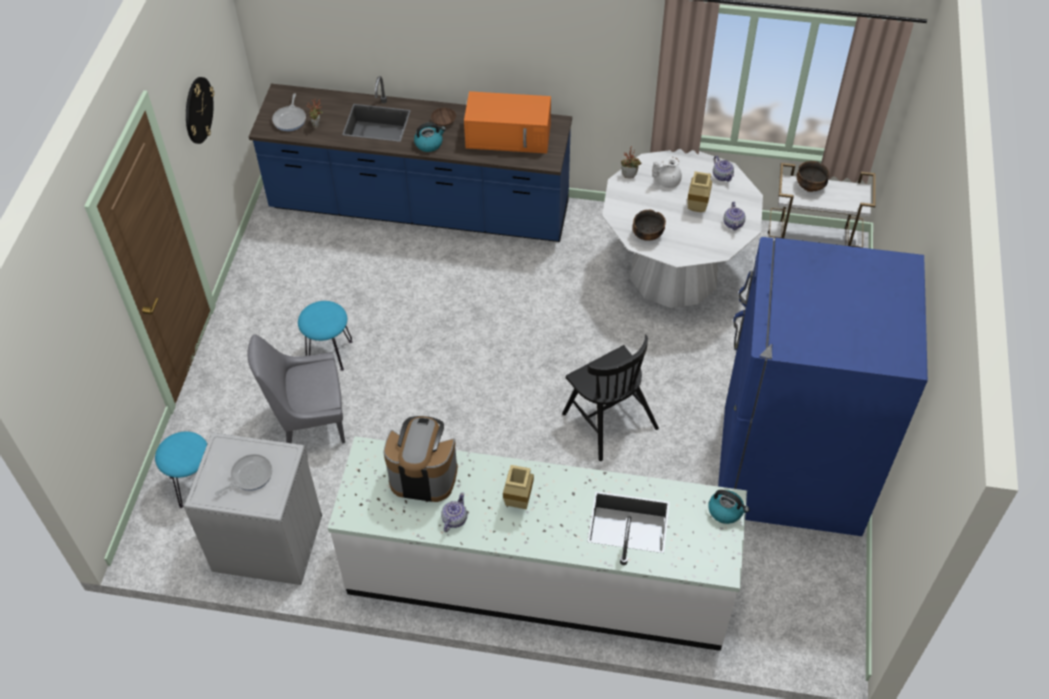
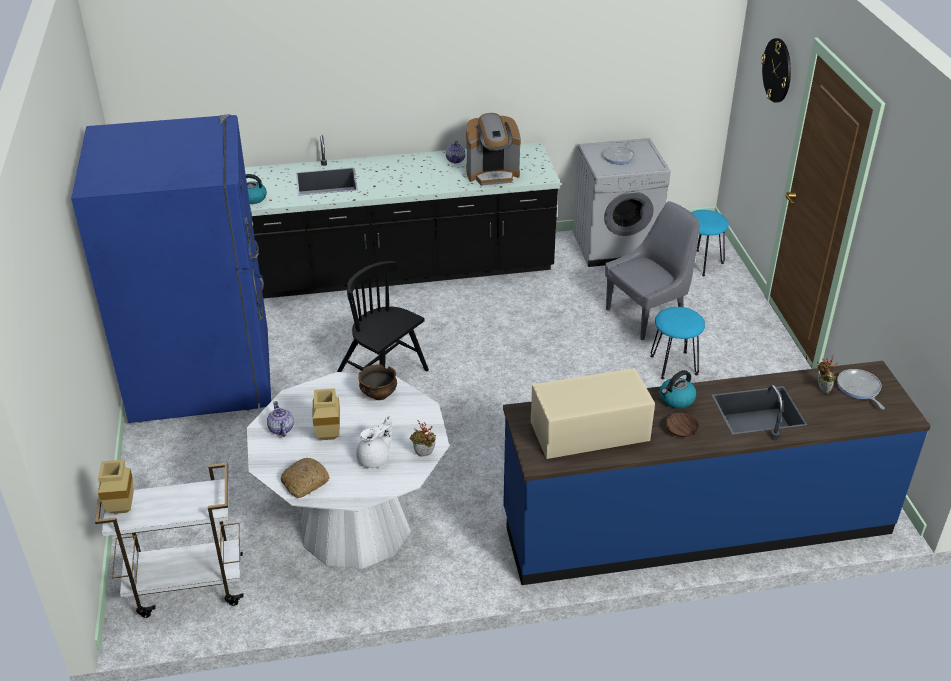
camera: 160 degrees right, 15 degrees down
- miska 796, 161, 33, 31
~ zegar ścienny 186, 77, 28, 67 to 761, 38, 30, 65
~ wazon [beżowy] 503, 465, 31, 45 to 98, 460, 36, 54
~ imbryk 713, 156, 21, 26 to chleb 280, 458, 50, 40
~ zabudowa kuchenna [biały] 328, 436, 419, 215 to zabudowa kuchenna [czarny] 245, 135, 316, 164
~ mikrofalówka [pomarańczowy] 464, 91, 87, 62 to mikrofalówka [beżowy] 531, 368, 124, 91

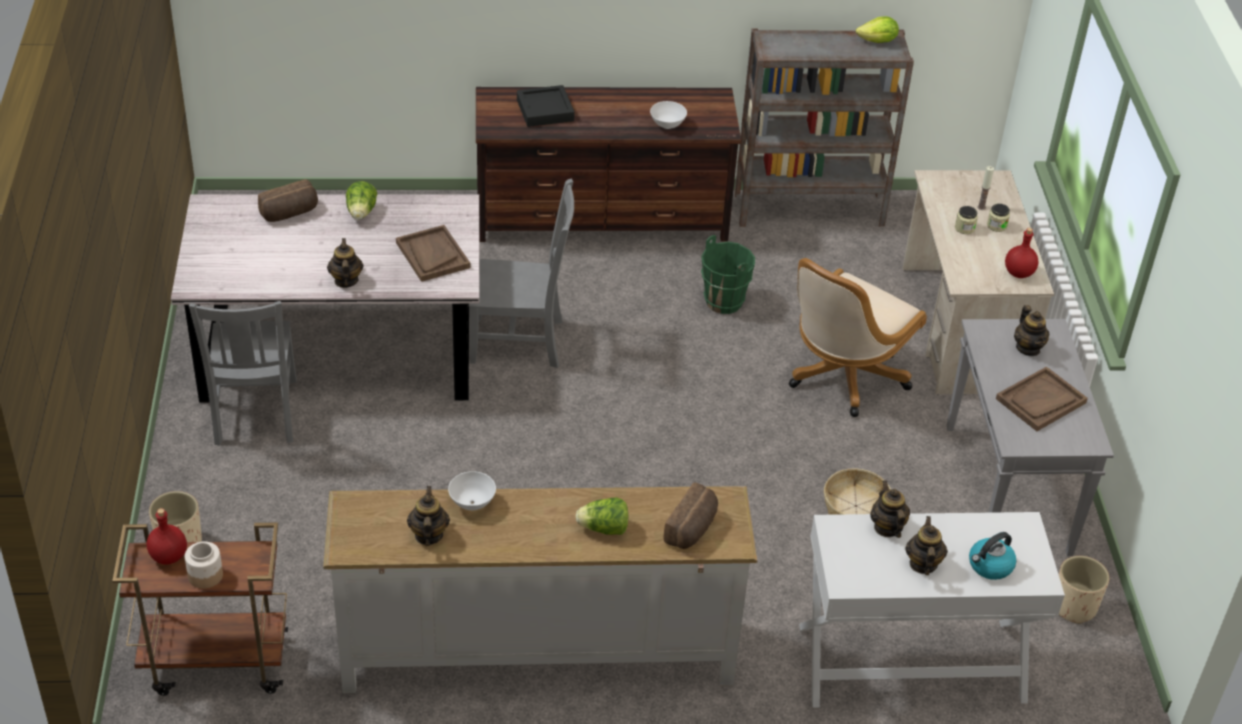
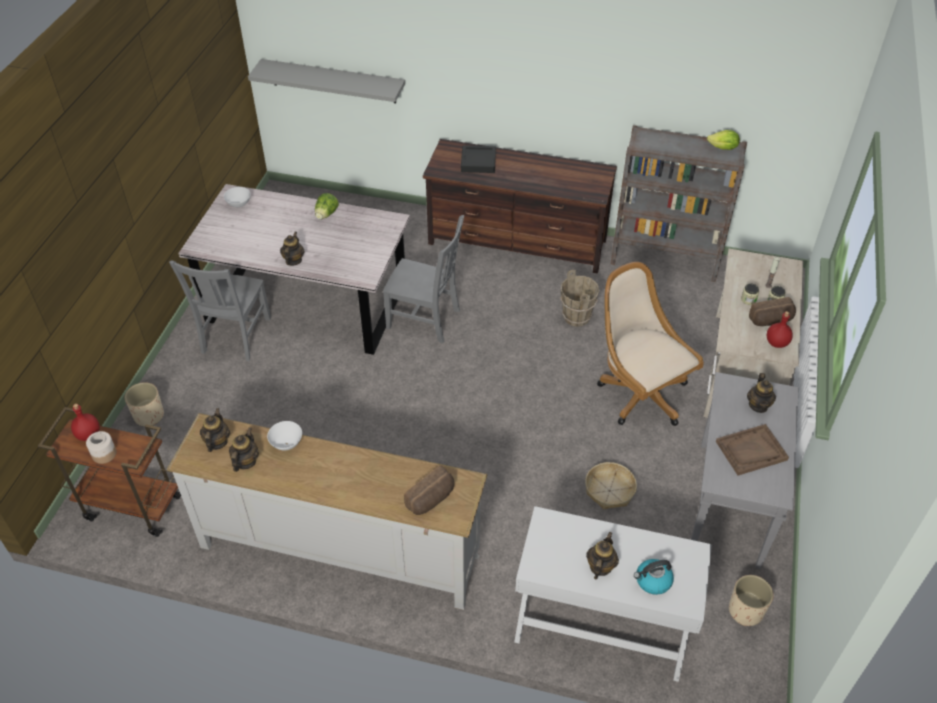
camera: 20 degrees right, 5 degrees up
- taca [brązowy] 396, 225, 74, 57
- sałata 575, 498, 54, 37
+ półka [szary] 248, 59, 157, 44
~ chleb 258, 179, 60, 43 to 749, 297, 47, 29
~ miska [biały] 650, 101, 37, 28 to 224, 187, 27, 20
~ imbryk 870, 480, 40, 58 to 200, 408, 30, 44
~ wiadro [zielony] 701, 235, 54, 79 to wiadro [brązowy] 560, 270, 40, 57
~ krzesło biurowe 789, 258, 138, 159 = 597, 262, 107, 164 90 degrees clockwise

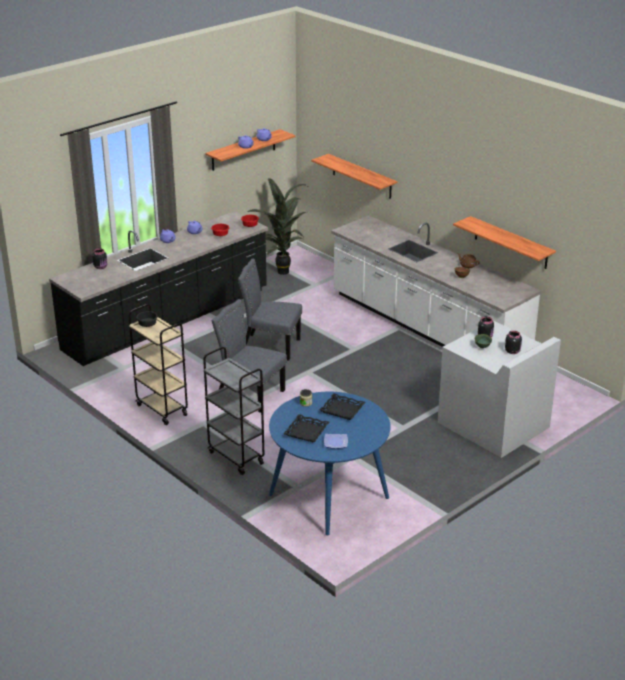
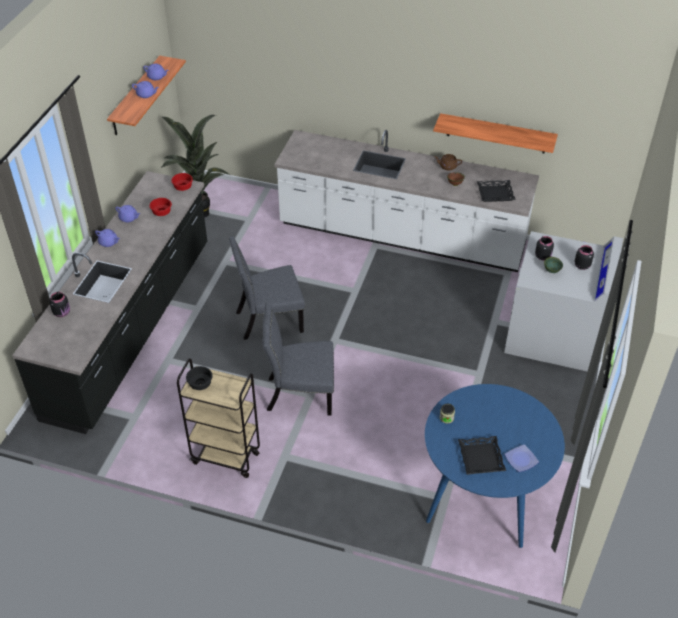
camera: 30 degrees left, 15 degrees up
- wózek [szary] 203, 347, 61, 128
- półka 311, 154, 86, 45
~ taca [czarny] 319, 393, 47, 27 to 477, 180, 39, 22

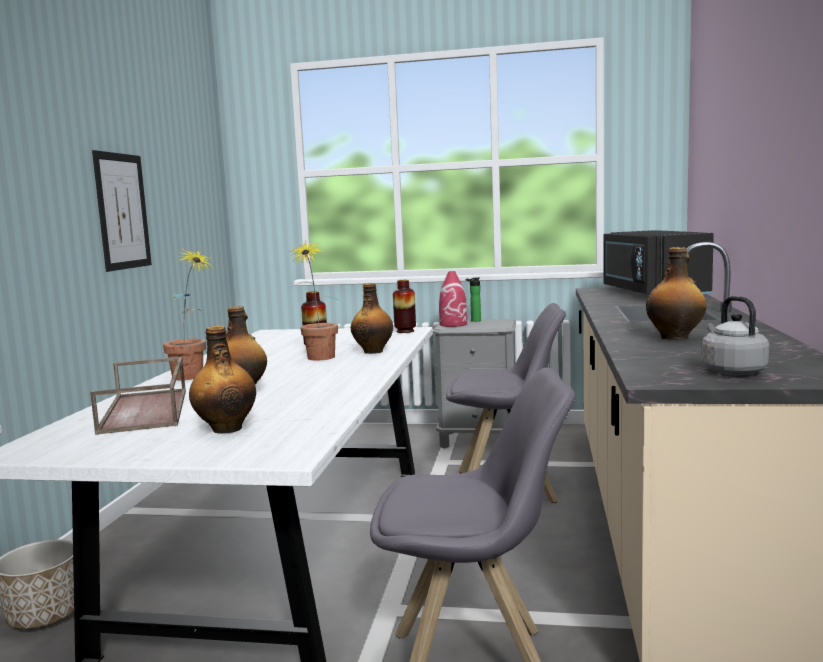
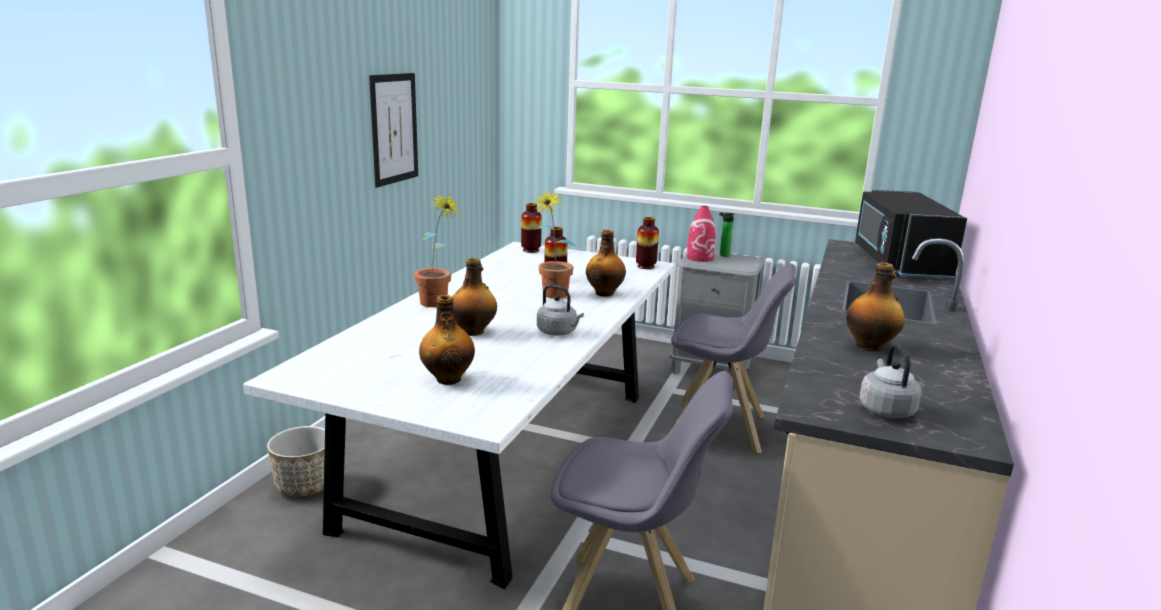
camera: 10 degrees right, 10 degrees up
- taca [brązowy] 90, 357, 96, 78
+ wazon 521, 203, 21, 50
+ czajnik [szary] 537, 284, 47, 52

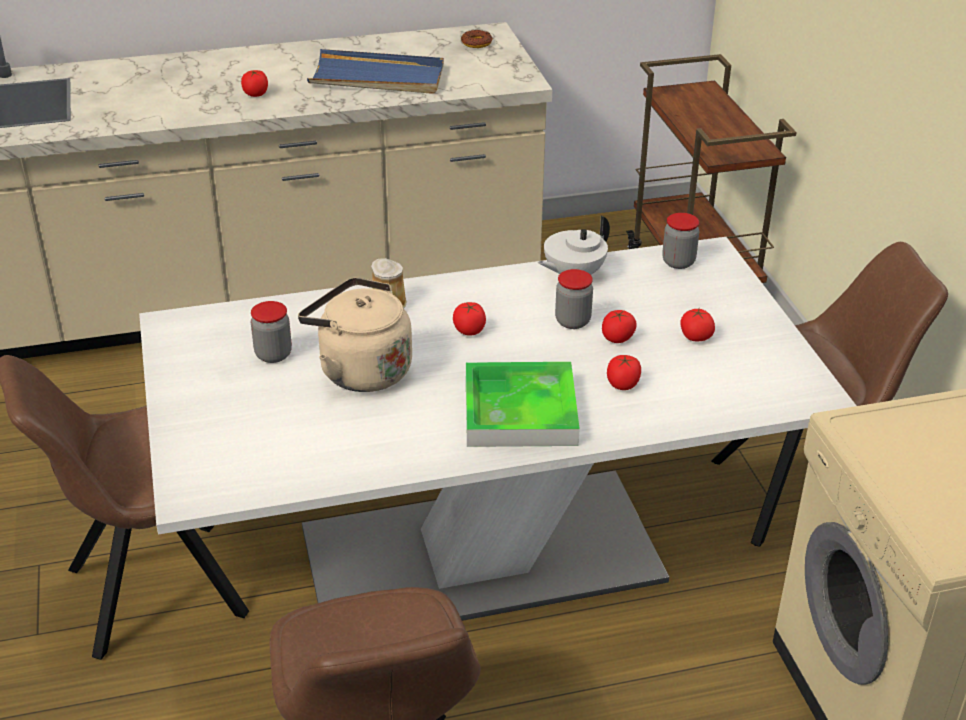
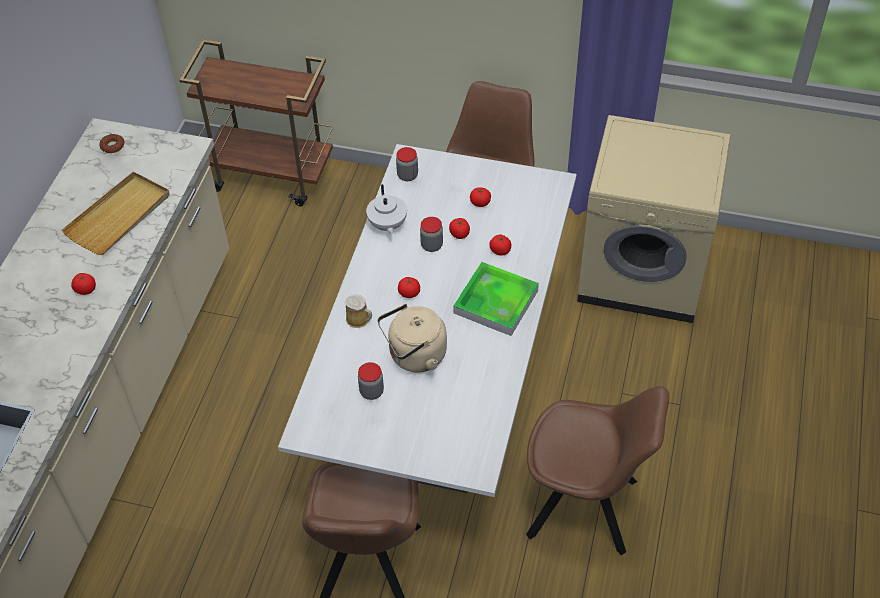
camera: 60 degrees left, 15 degrees up
~ taca [niebieski] 307, 49, 137, 45 to taca [beżowy] 62, 172, 108, 83

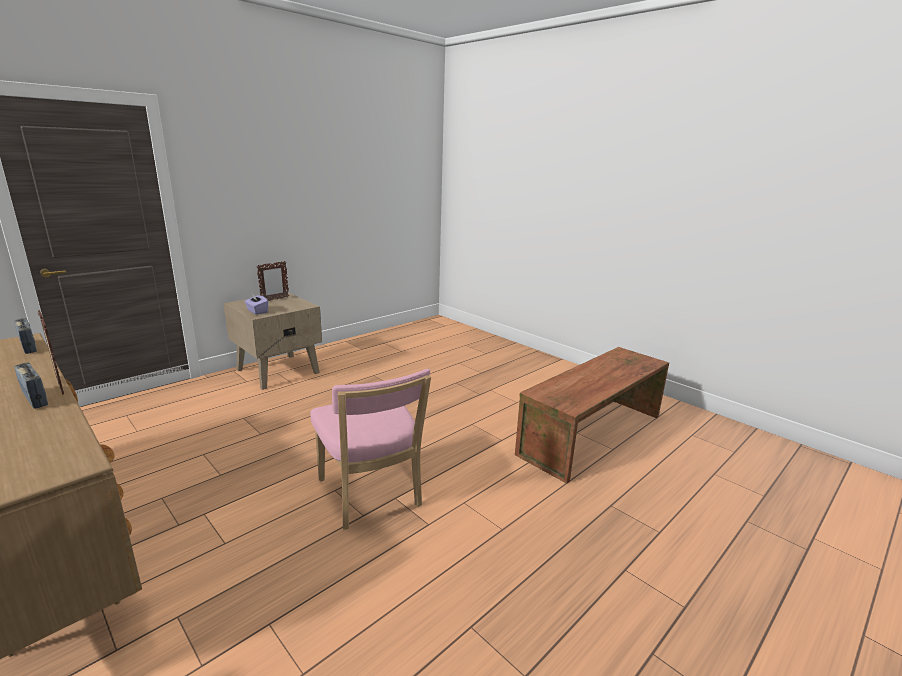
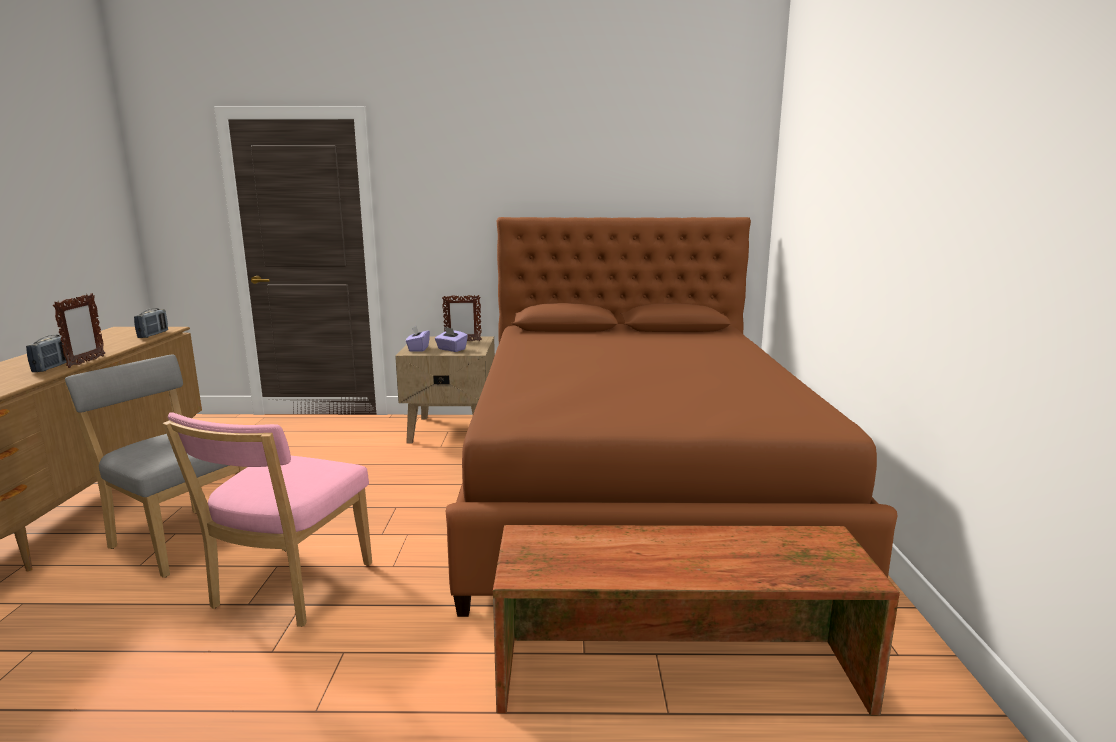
camera: 45 degrees right, 5 degrees down
+ krzesło [szary] 65, 355, 182, 223
+ pudełko chusteczek [fioletowy] 435, 327, 33, 25
+ łóżko [brązowy] 446, 217, 451, 400

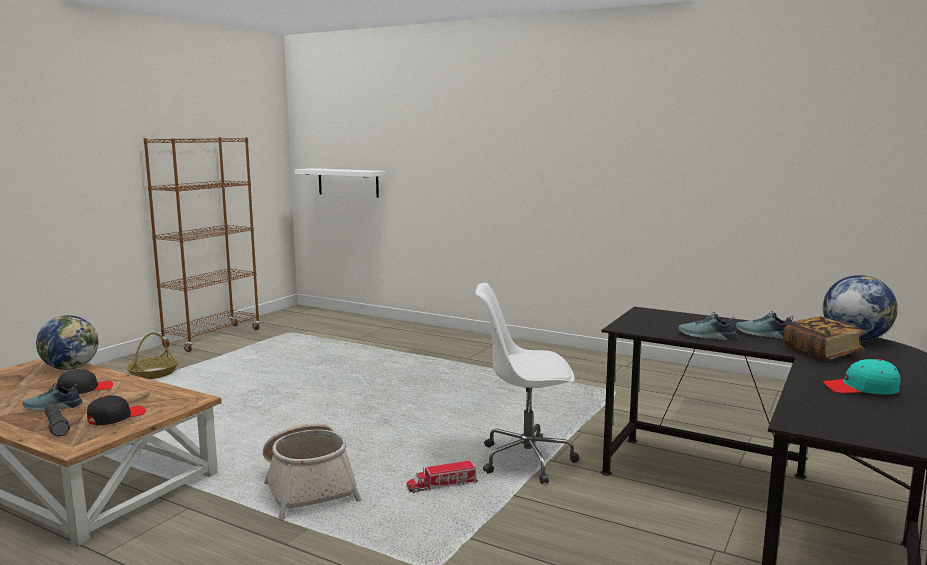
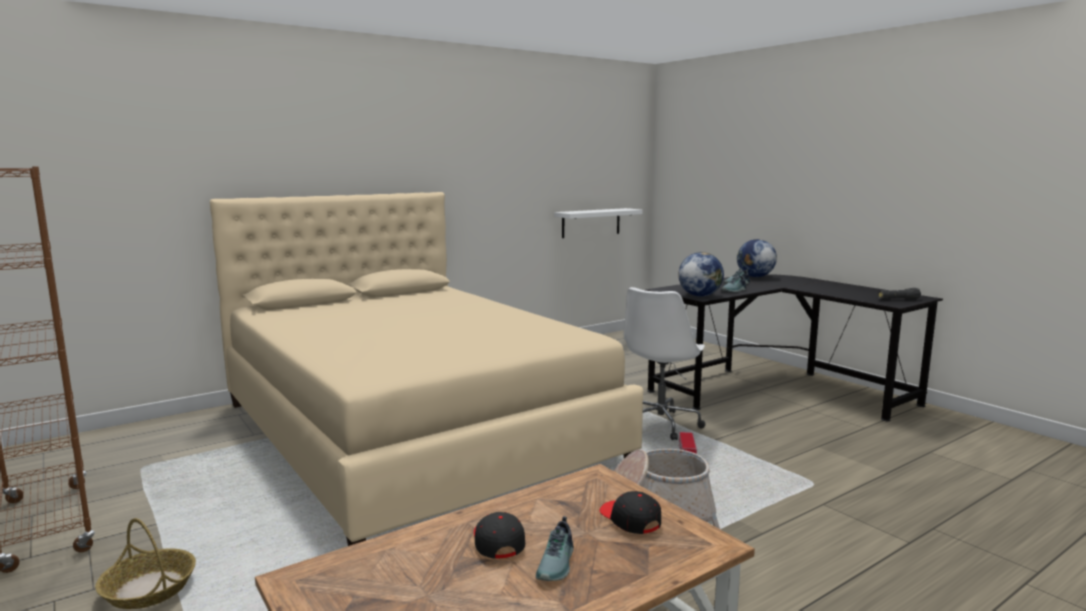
camera: 65 degrees left, 0 degrees up
- książka 783, 317, 81, 43
- czapka z daszkiem [turkusowy] 823, 359, 78, 35
+ łóżko [beżowy] 210, 192, 433, 354
~ globus 36, 315, 62, 55 to 678, 252, 46, 44
~ latarka [czarny] 44, 403, 26, 34 to 878, 288, 43, 11
~ półka [biały] 294, 168, 92, 30 to 554, 208, 89, 30

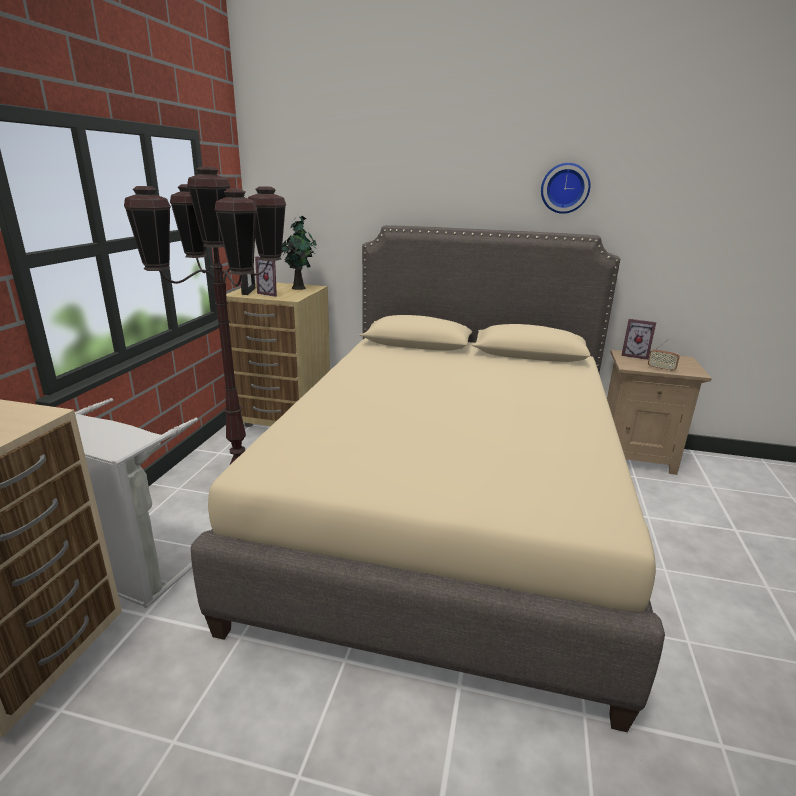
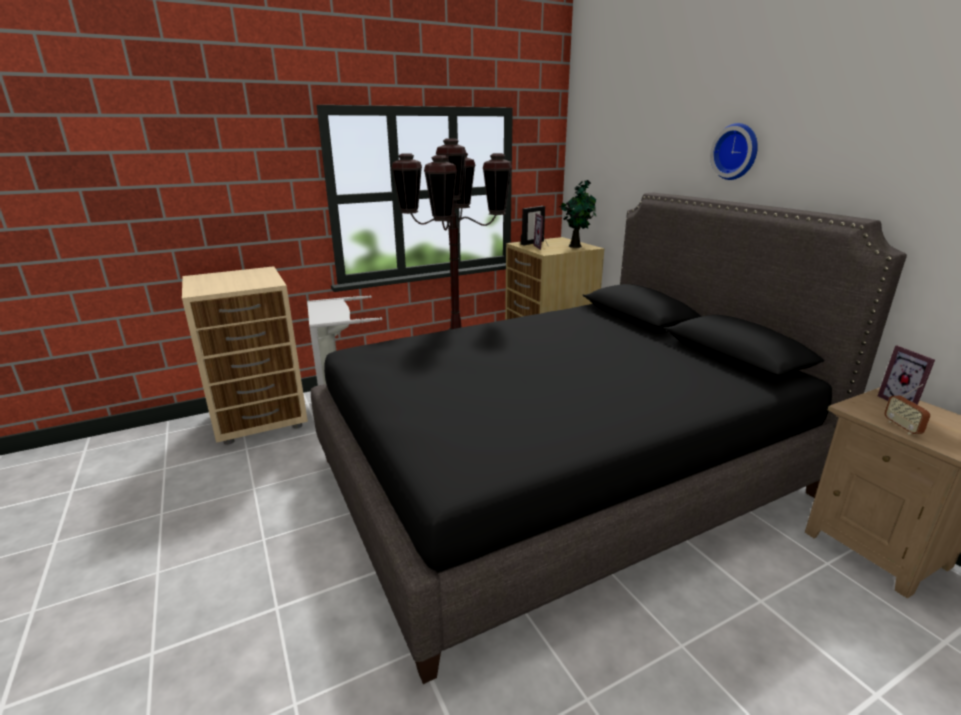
camera: 50 degrees right, 0 degrees up
~ zegar ścienny 541, 163, 49, 51 to 710, 123, 48, 57
~ łóżko [beżowy] 191, 225, 474, 507 to łóżko [czarny] 311, 193, 596, 491

